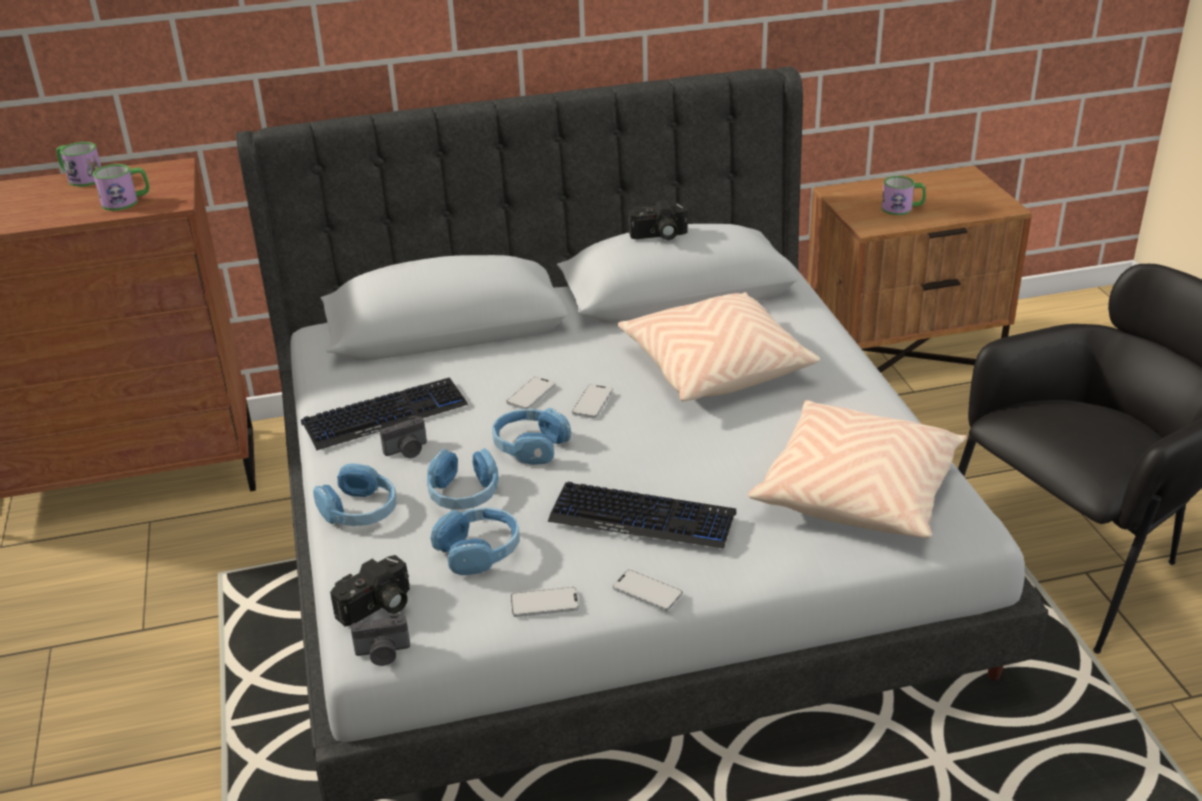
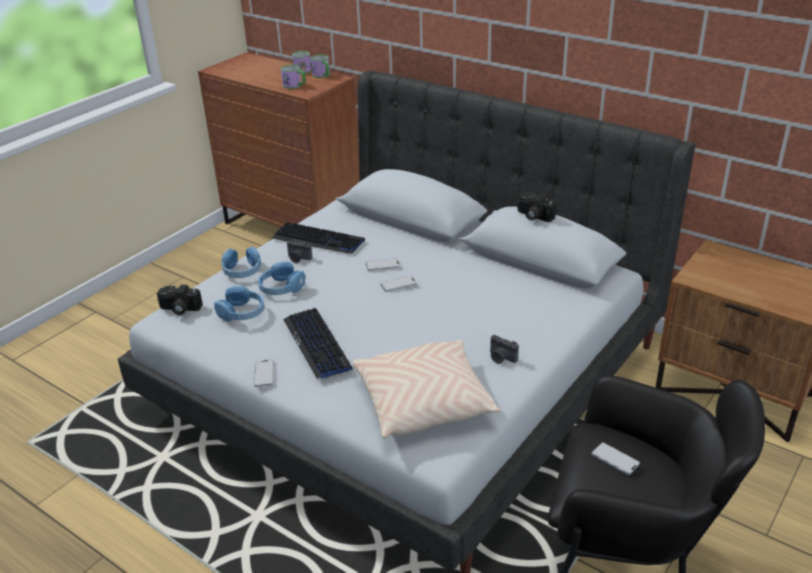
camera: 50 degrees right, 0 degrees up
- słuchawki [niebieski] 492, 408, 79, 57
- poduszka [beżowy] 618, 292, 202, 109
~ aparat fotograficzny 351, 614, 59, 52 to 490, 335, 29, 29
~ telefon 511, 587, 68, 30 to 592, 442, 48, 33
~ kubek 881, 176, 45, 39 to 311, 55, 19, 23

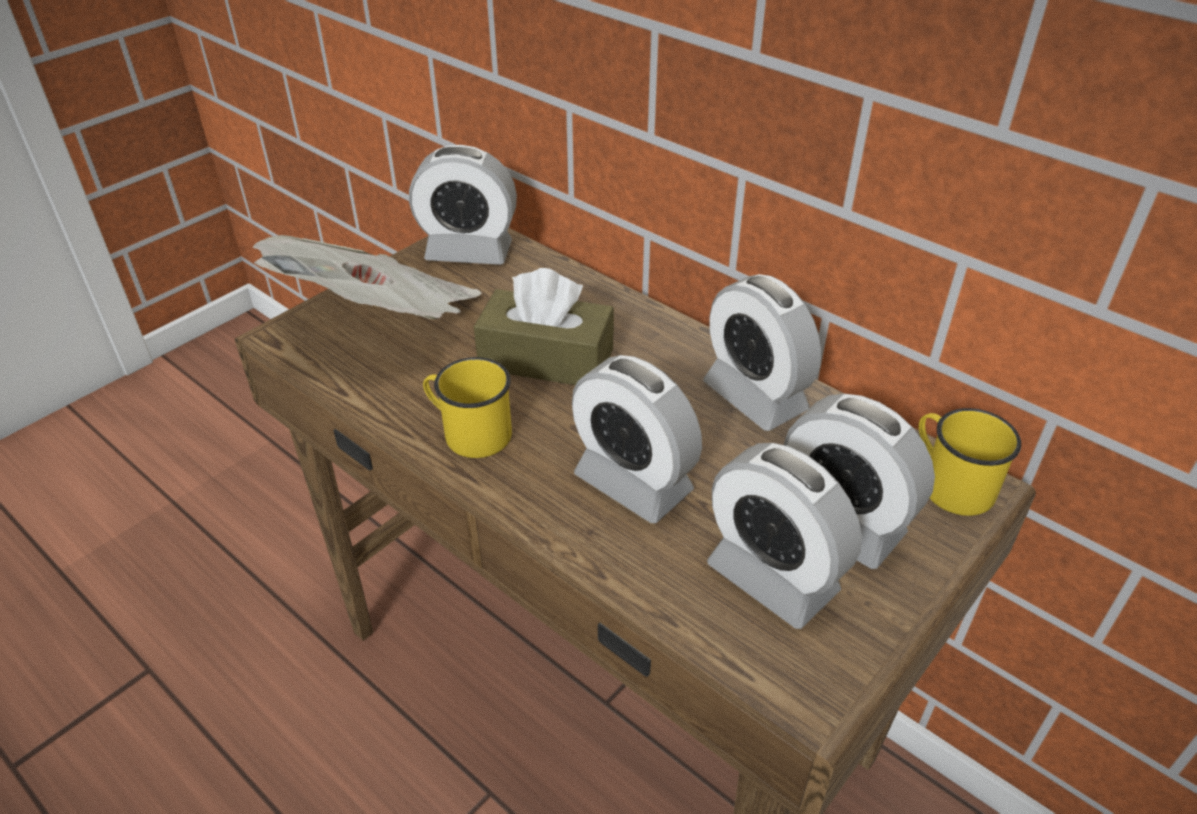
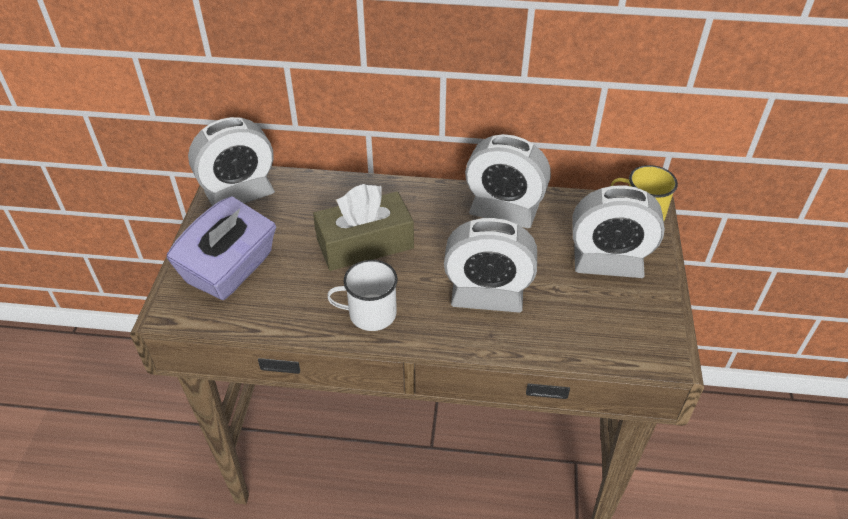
camera: 35 degrees left, 5 degrees up
- budzik 707, 443, 155, 186
~ gazeta 253, 235, 228, 84 to pudełko chusteczek [fioletowy] 167, 196, 109, 104
~ kubek [żółty] 423, 357, 89, 101 to kubek [biały] 328, 260, 70, 71

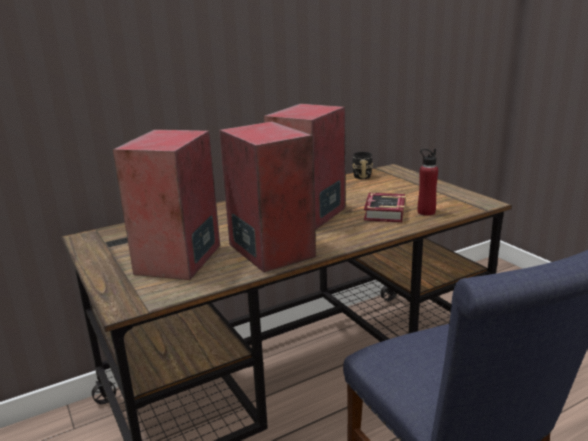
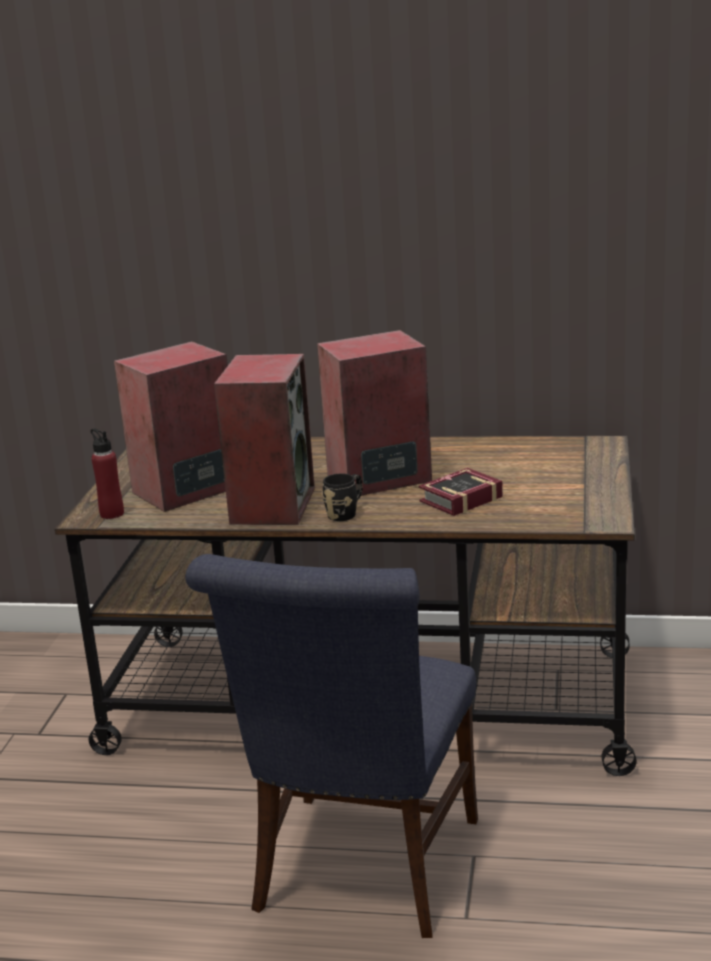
camera: 40 degrees right, 0 degrees up
~ kubek [czarny] 352, 152, 21, 27 to 322, 474, 40, 47
~ butelka [czerwony] 418, 149, 20, 67 to 91, 428, 33, 91

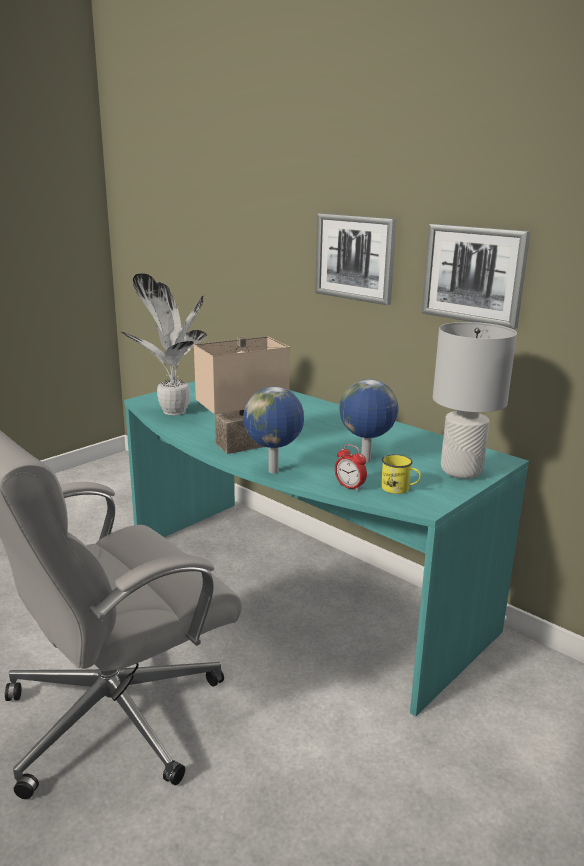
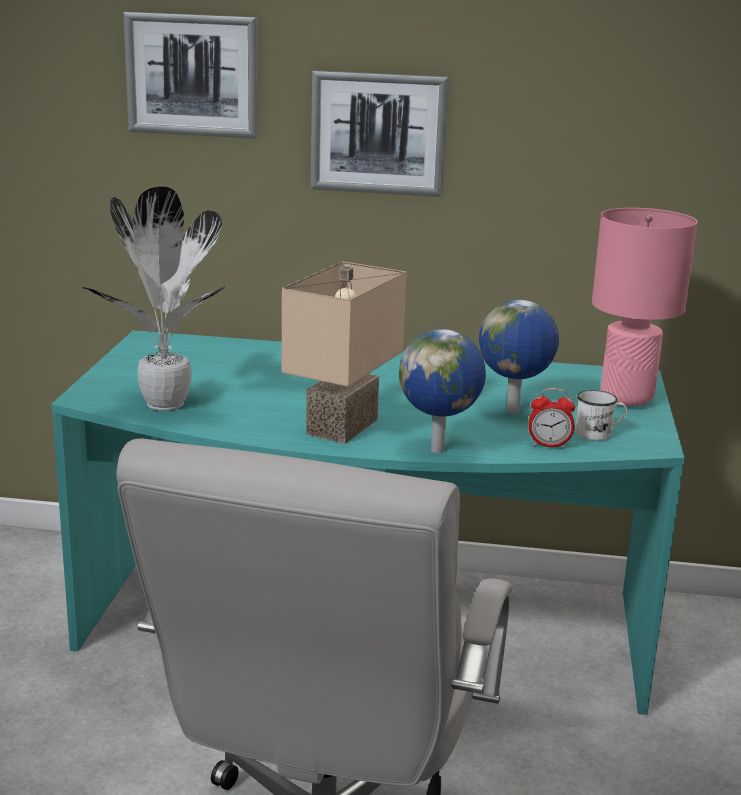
camera: 35 degrees left, 0 degrees up
~ obraz 422, 224, 109, 105 to 123, 12, 135, 127
~ kubek [żółty] 381, 455, 40, 39 to kubek [biały] 575, 390, 52, 50
~ lampa stołowa [szary] 433, 322, 84, 157 to lampa stołowa [różowy] 592, 208, 105, 198

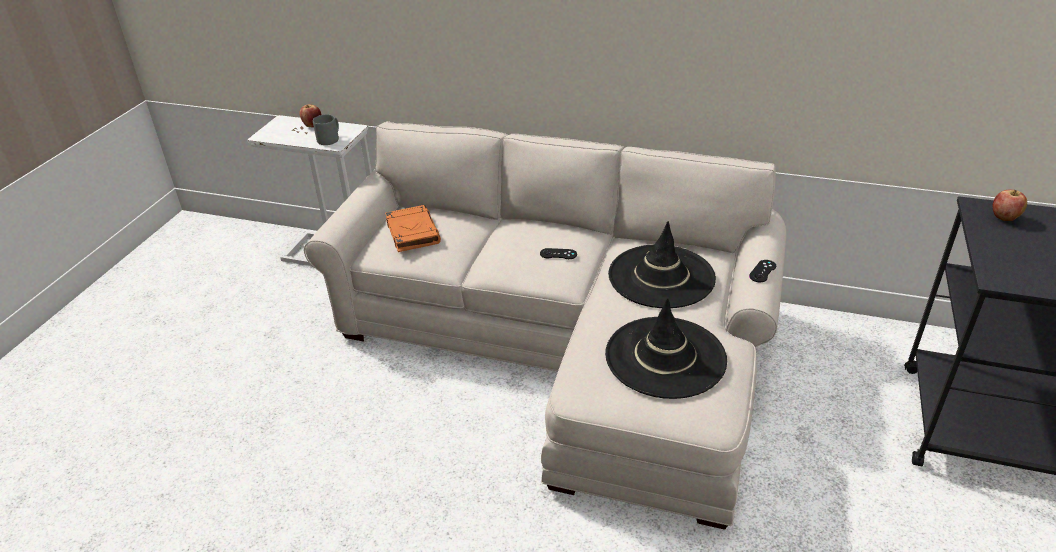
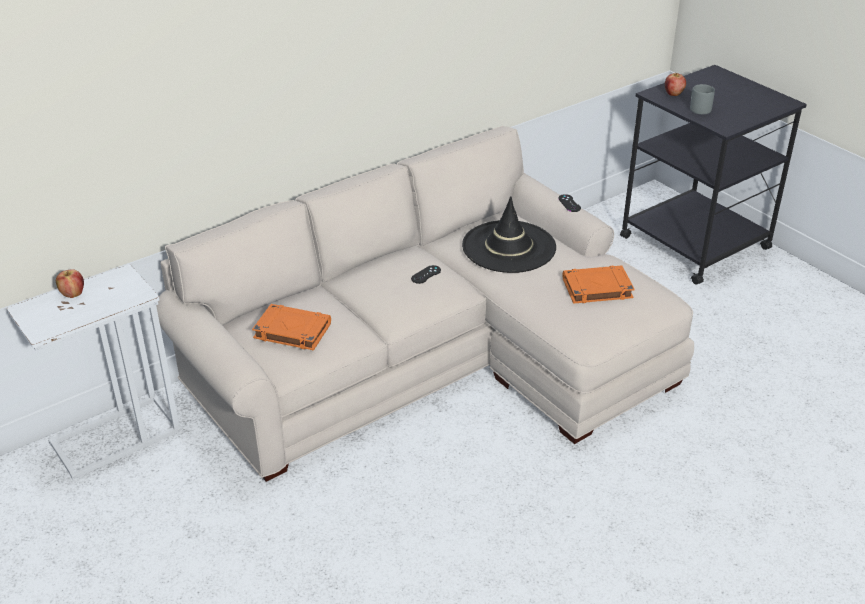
camera: 55 degrees left, 0 degrees up
~ kubek [szary] 313, 114, 26, 31 to 690, 84, 25, 30
~ kapelusz [czarny] 605, 298, 122, 101 to książka [pomarańczowy] 563, 266, 72, 38

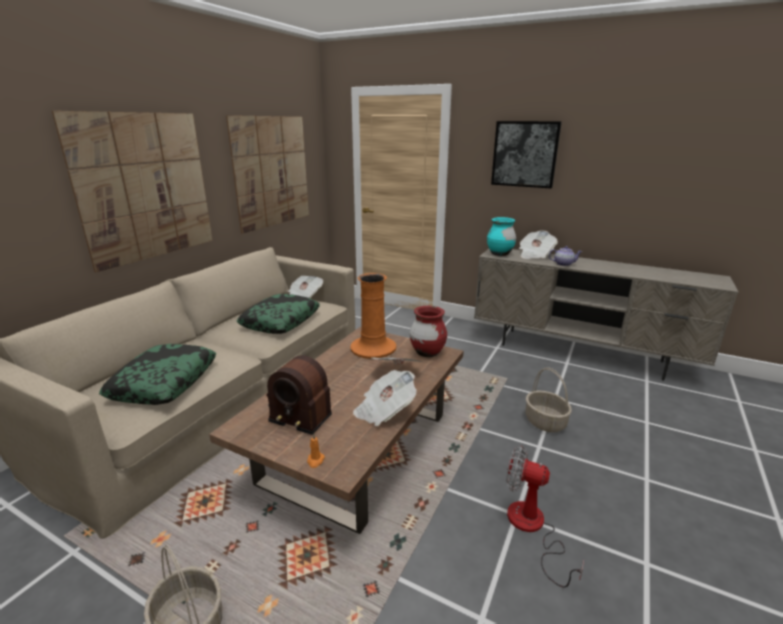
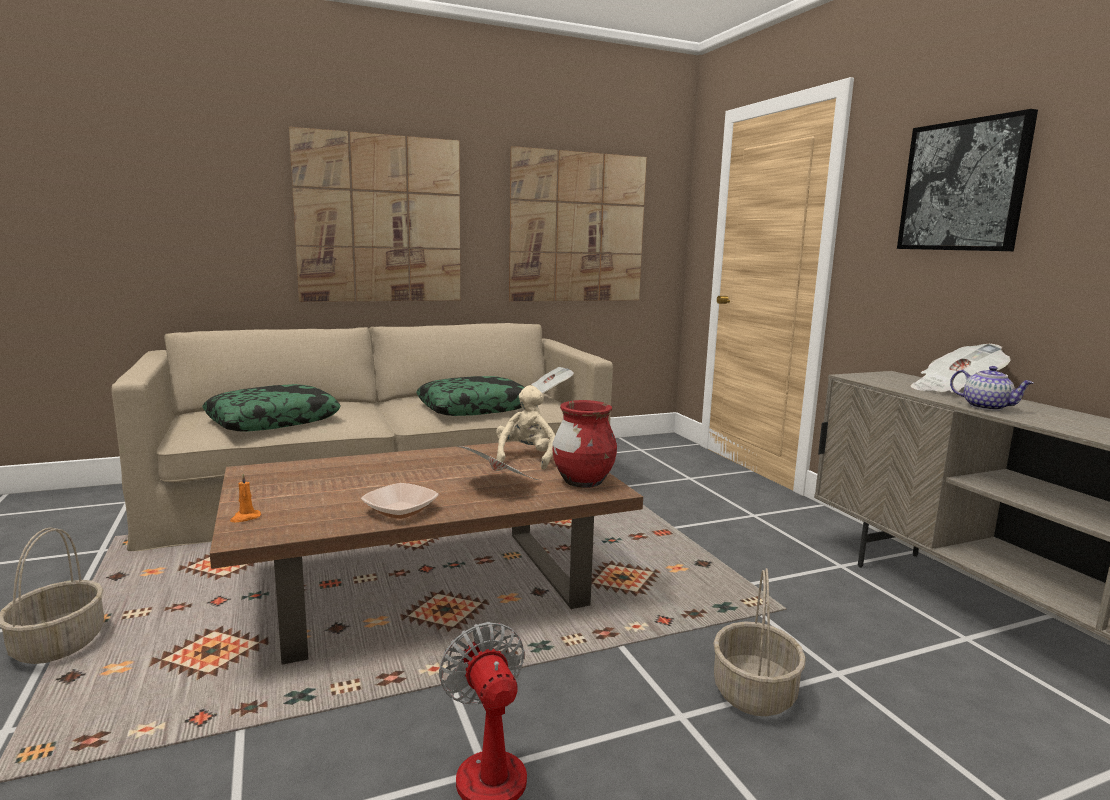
camera: 40 degrees right, 10 degrees down
- radio 266, 355, 66, 80
- wazon [turkusowy] 487, 217, 29, 39
~ wazon [pomarańczowy] 350, 273, 46, 86 to pluszak [beżowy] 496, 385, 59, 85
~ gazeta 353, 370, 63, 56 to miska 361, 483, 78, 36

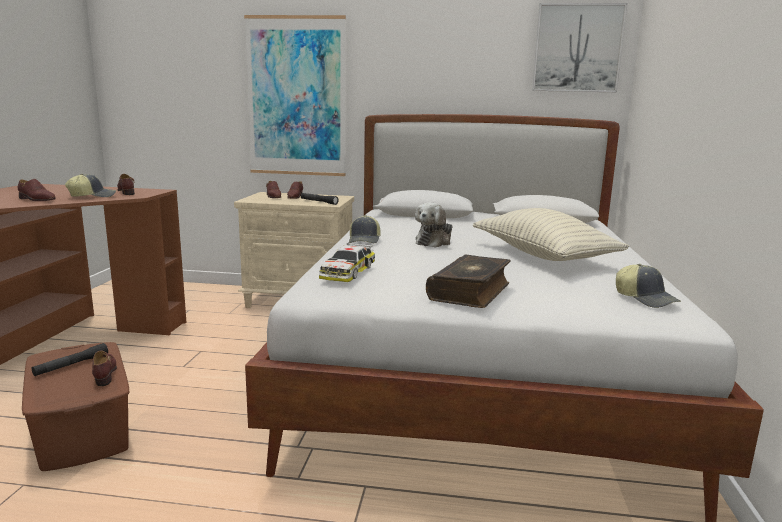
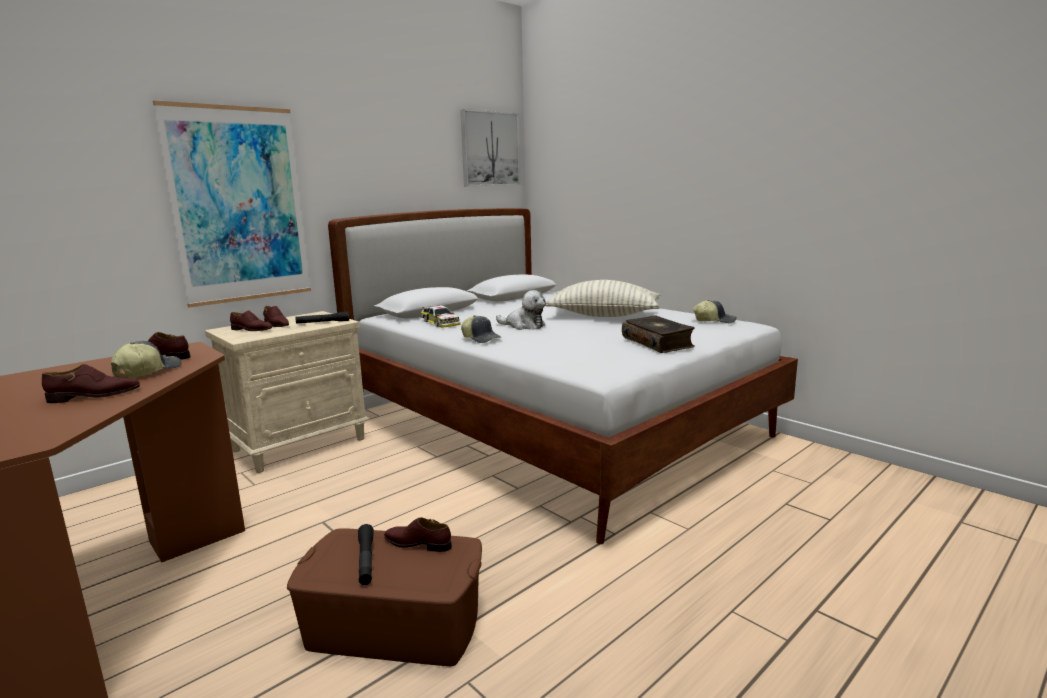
camera: 50 degrees left, 0 degrees up
~ samochodzik 319, 243, 56, 39 to 421, 305, 40, 23
~ pluszak 415, 202, 37, 46 = 496, 290, 50, 40 45 degrees counterclockwise

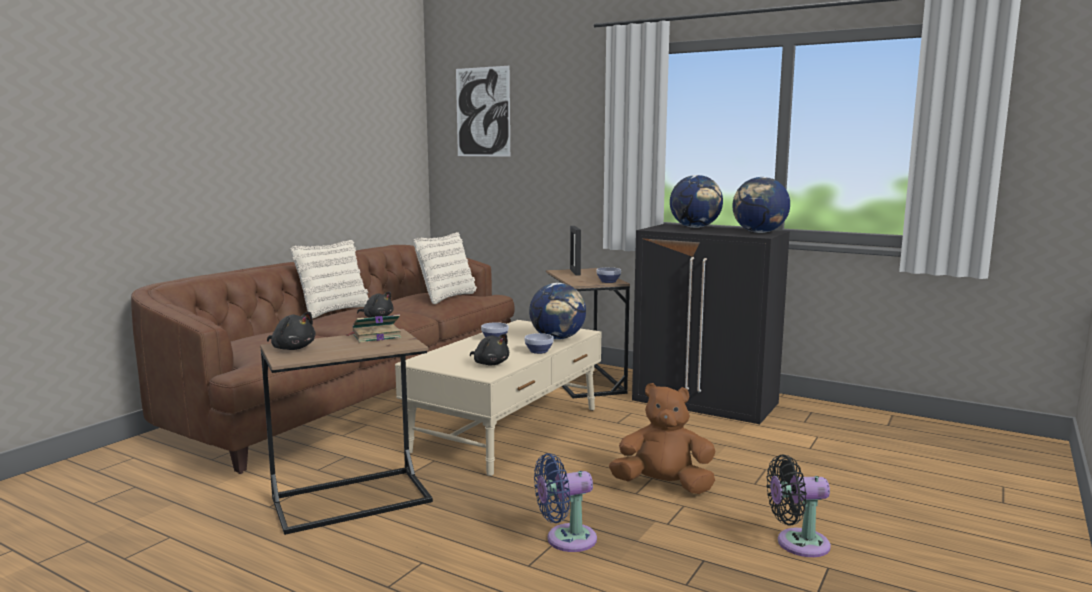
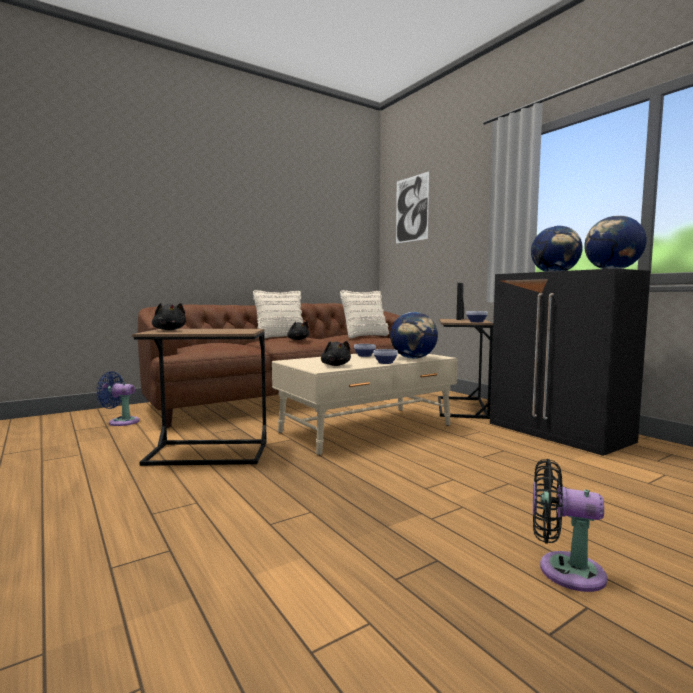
camera: 25 degrees right, 5 degrees down
- książka 345, 314, 57, 29
- pluszak [brązowy] 609, 383, 106, 111
~ wentylator [niebieski] 534, 453, 63, 99 to 96, 371, 43, 55

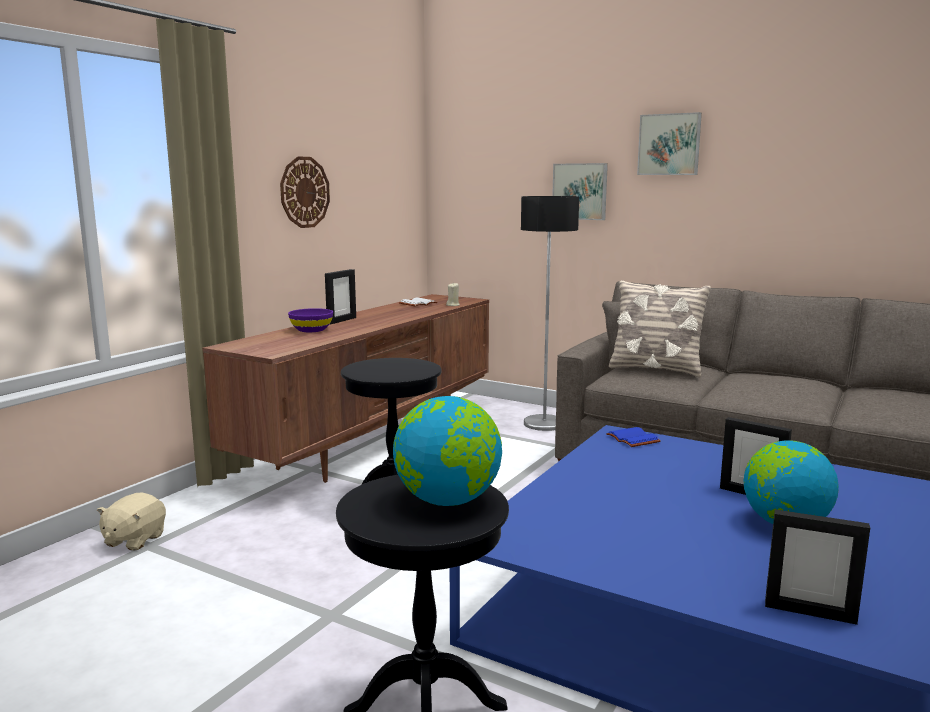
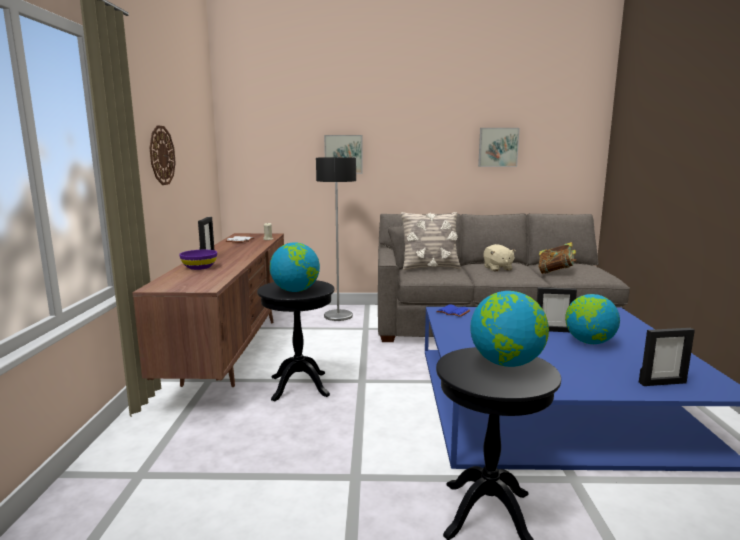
camera: 30 degrees left, 0 degrees up
+ globus 270, 242, 50, 50
+ książka 538, 242, 39, 32
~ pluszak [beżowy] 97, 493, 69, 58 to 483, 244, 33, 27
~ obraz 637, 112, 65, 63 to 478, 128, 42, 39

